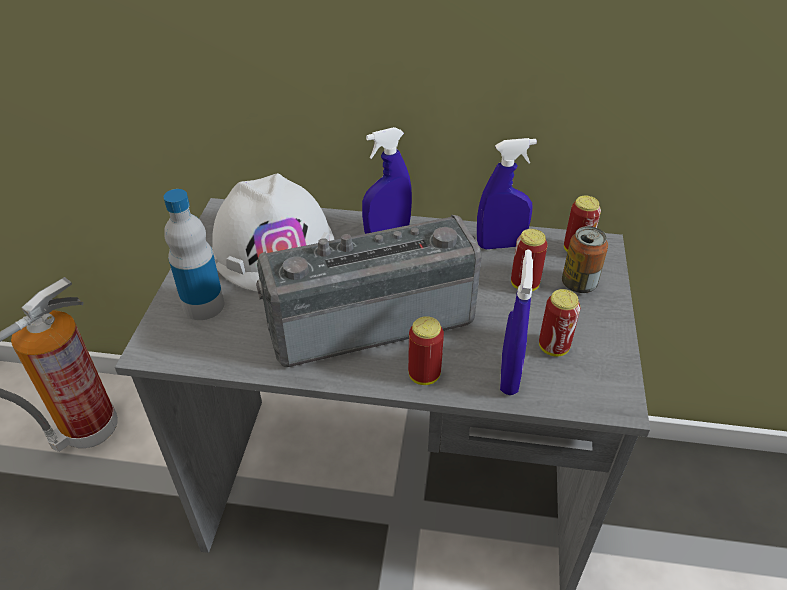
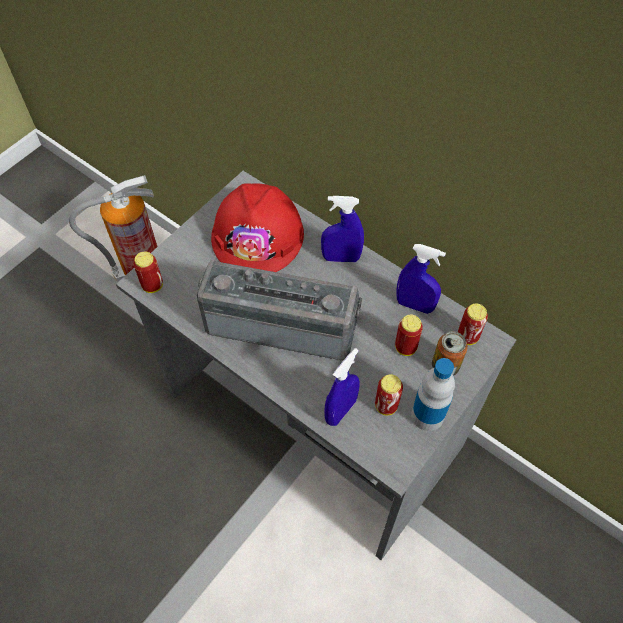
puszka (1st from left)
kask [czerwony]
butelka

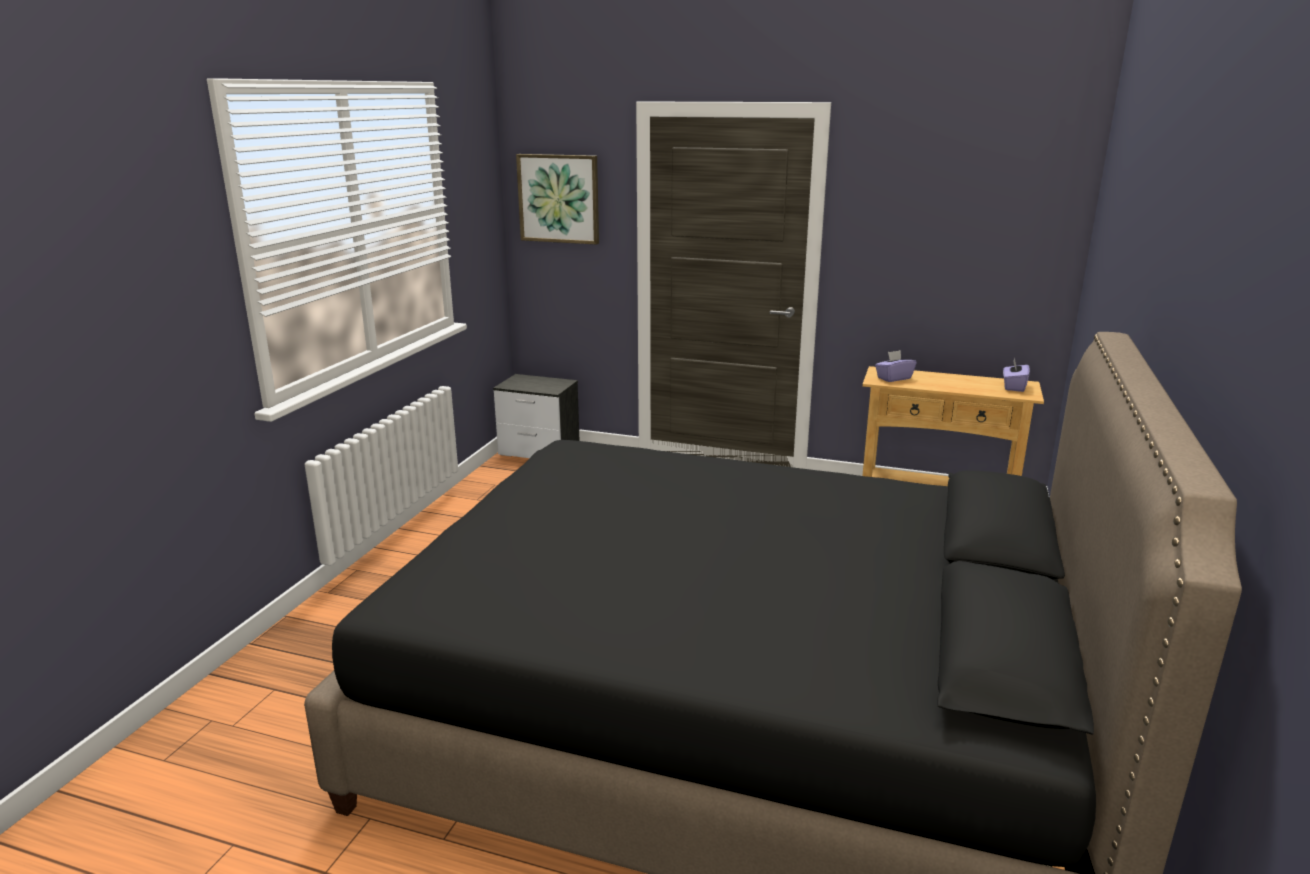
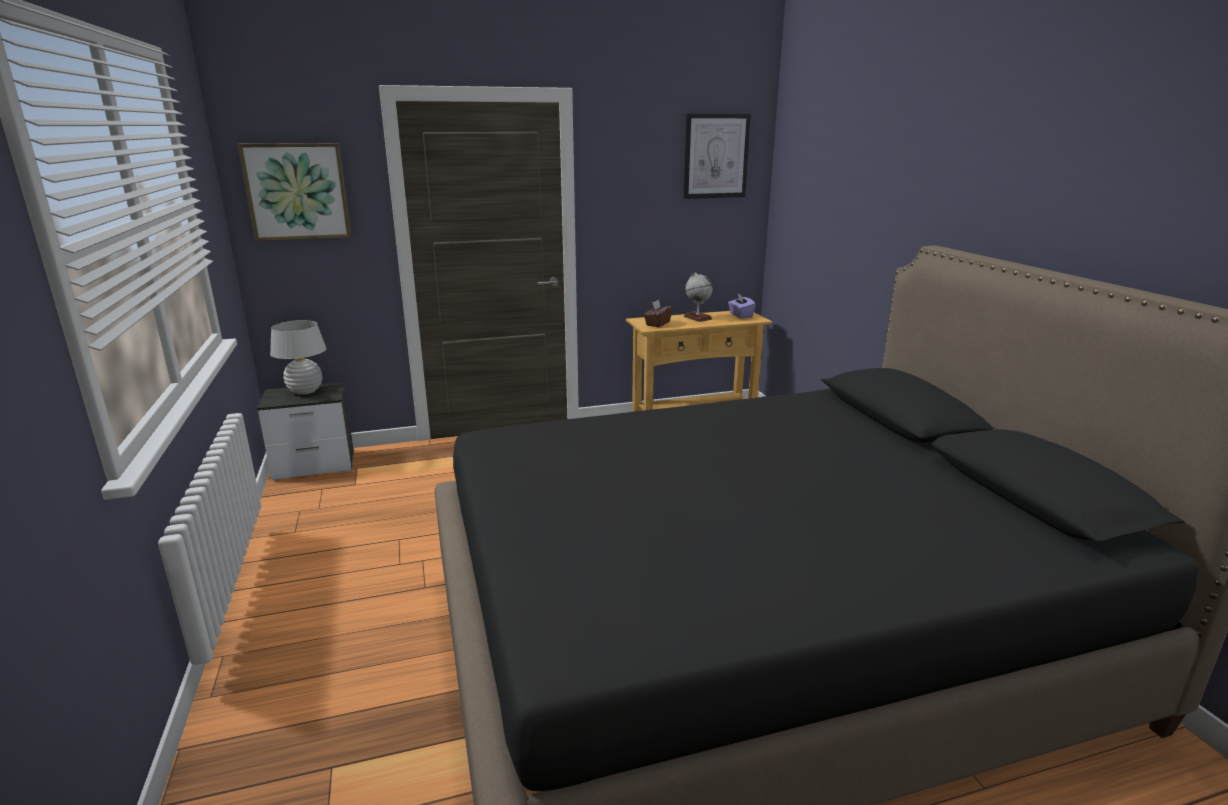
lampa stołowa [biały]
pudełko chusteczek [brązowy]
globus
obraz (2nd from left)

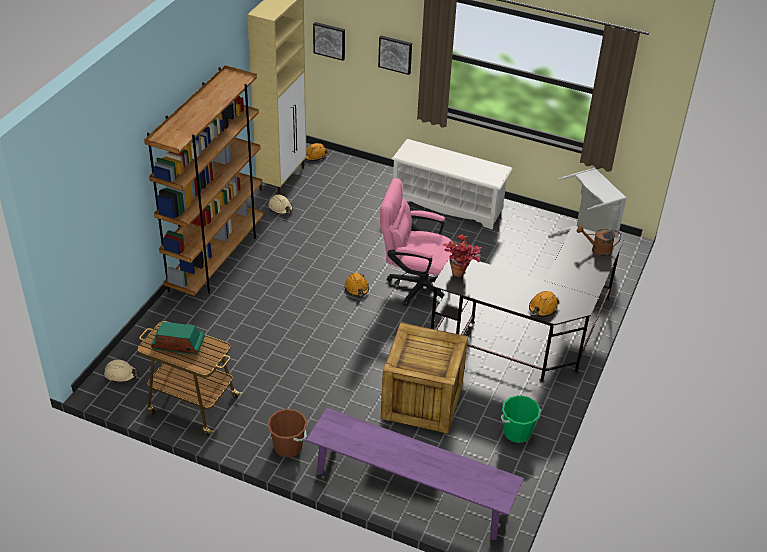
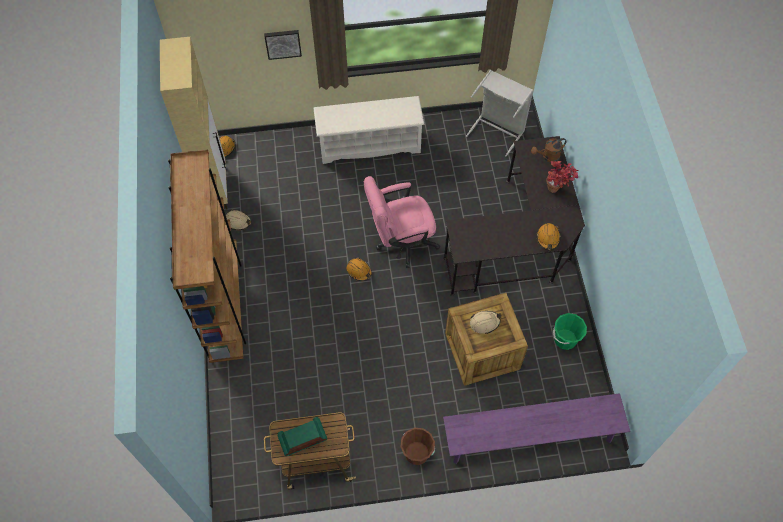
kask [beżowy] (2nd from left)
roślina doniczkowa
obraz (1st from left in the first image)

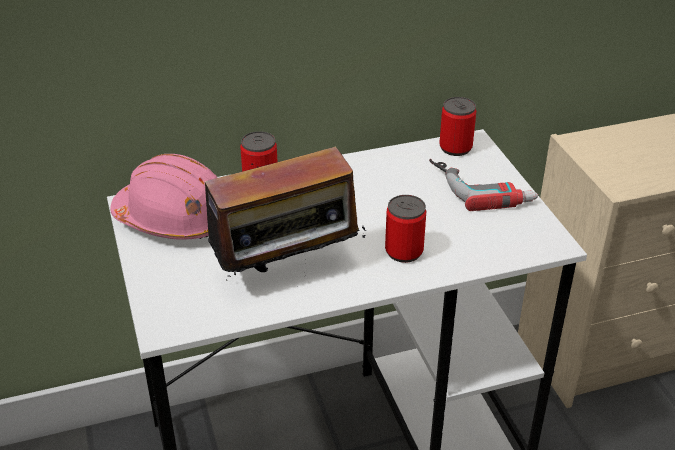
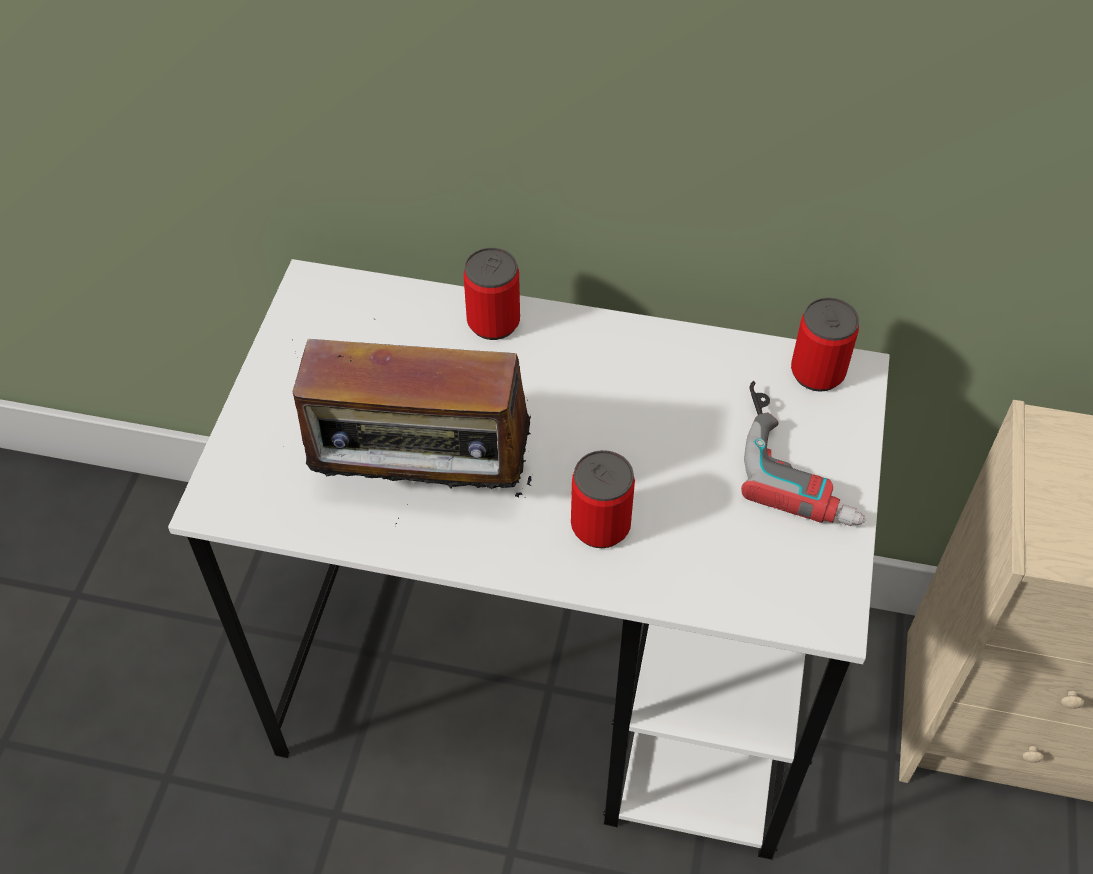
kask [różowy]

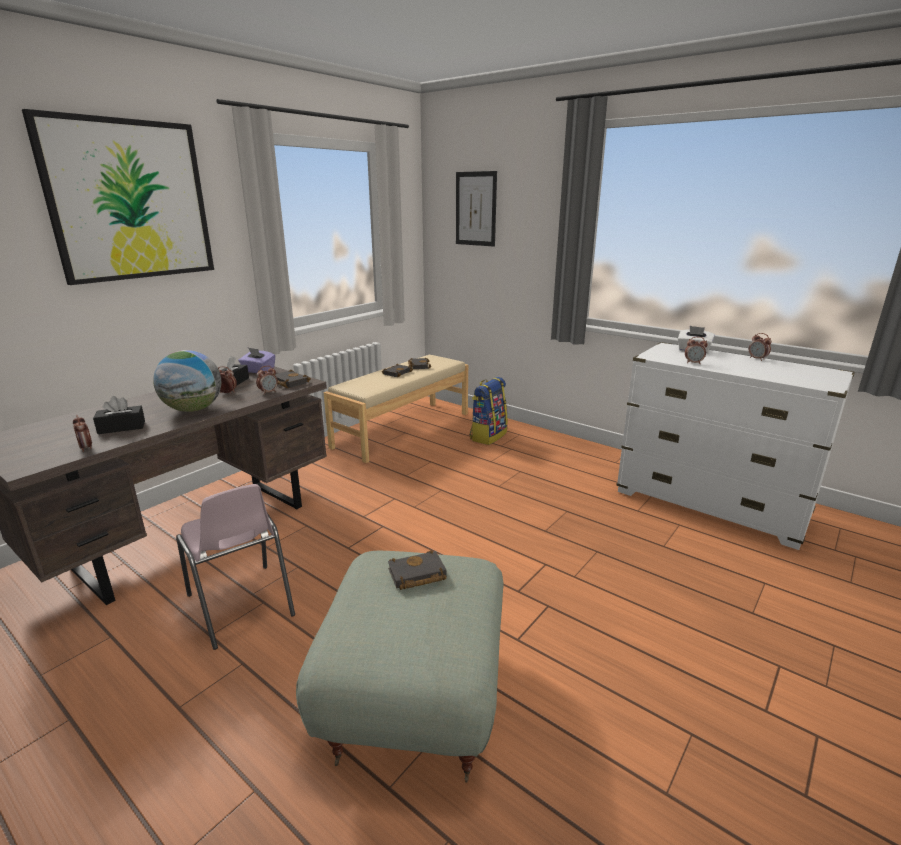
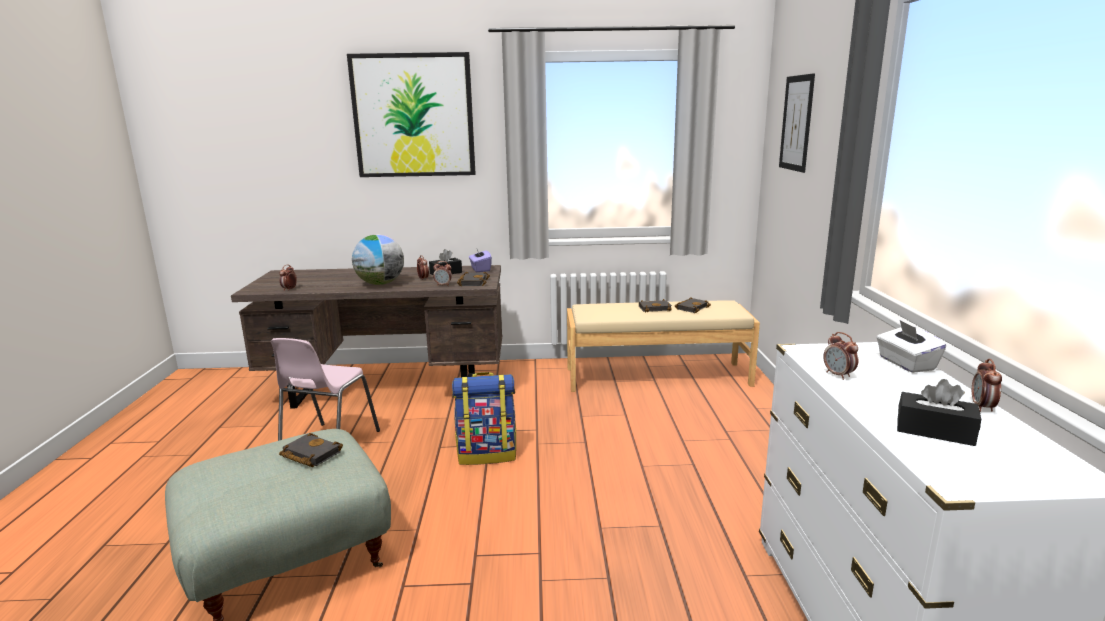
plecak
pudełko chusteczek [czarny] (2nd from left)

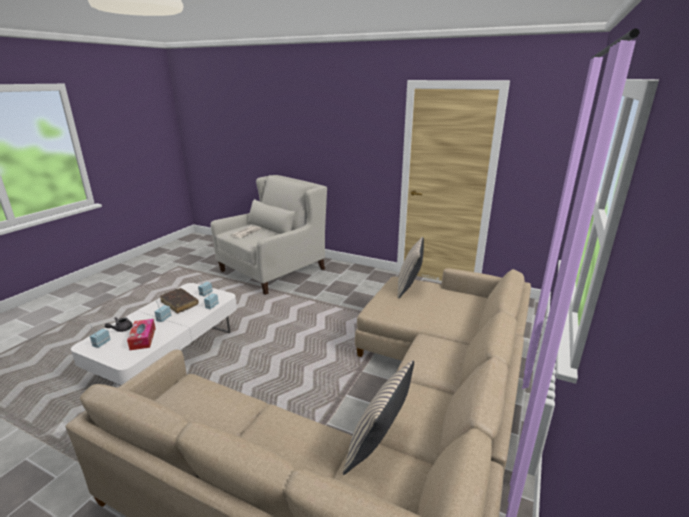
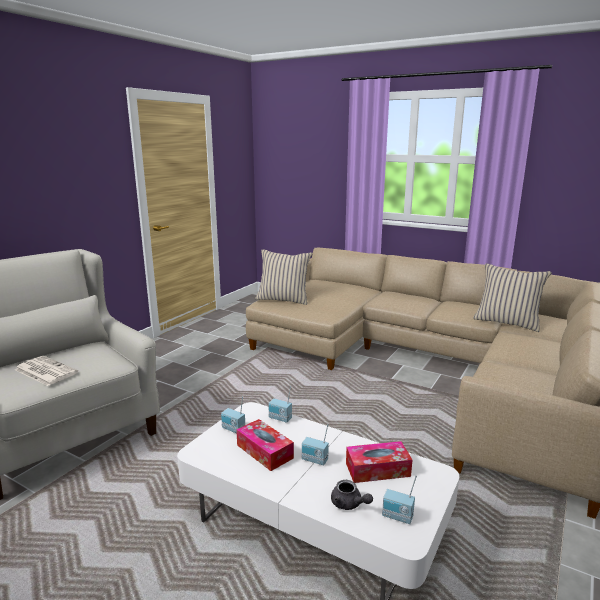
pudełko chusteczek (1st from left)

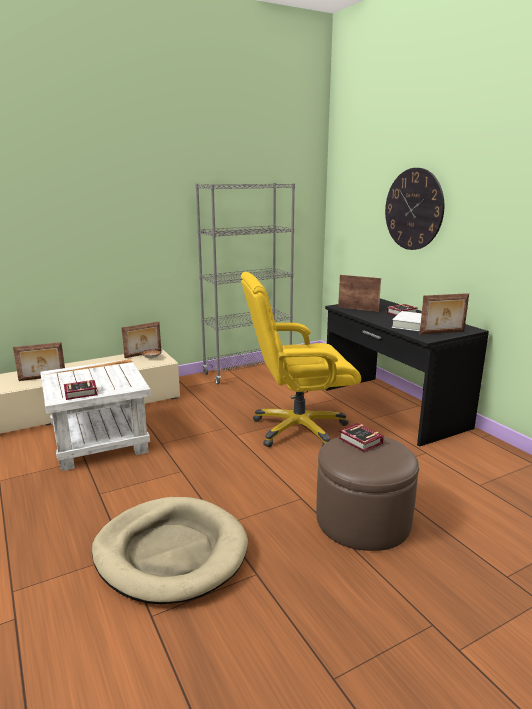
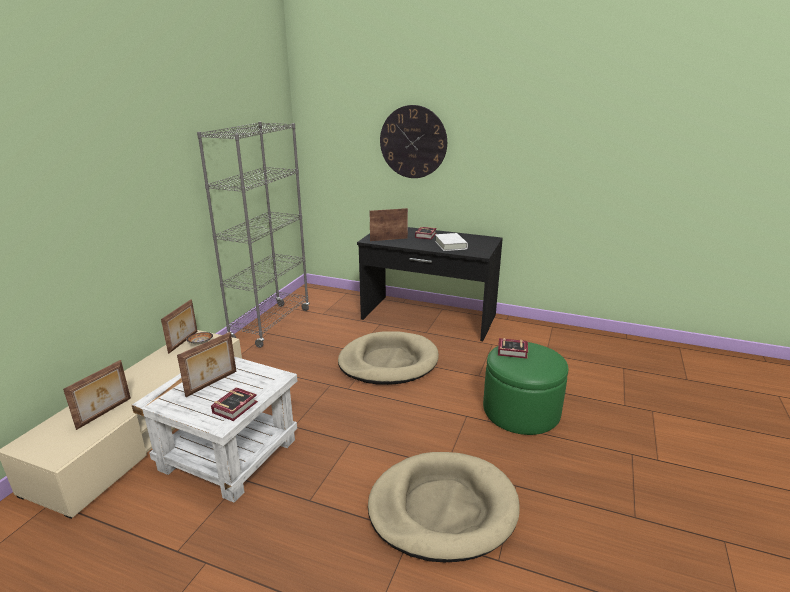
ramka na zdjęcie (3rd from left)
legowisko [beżowy] (1st from left)
pufa [zielony]

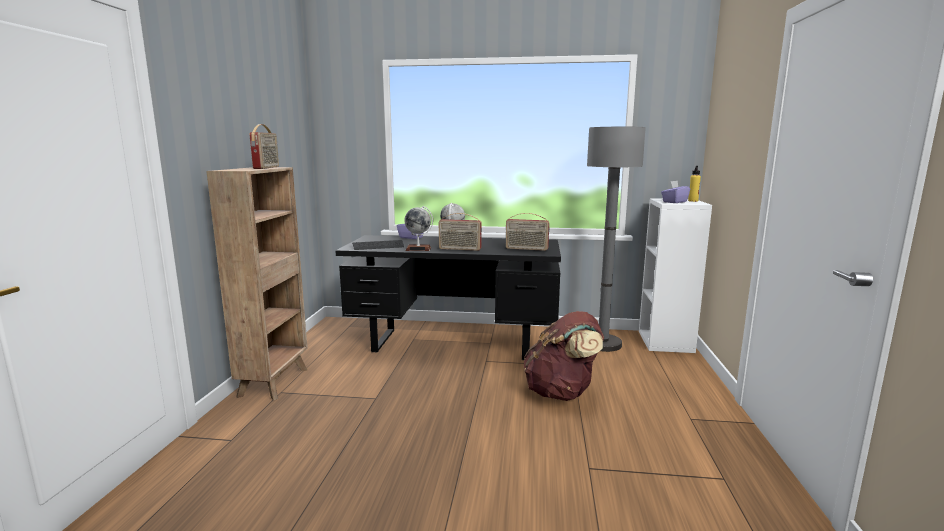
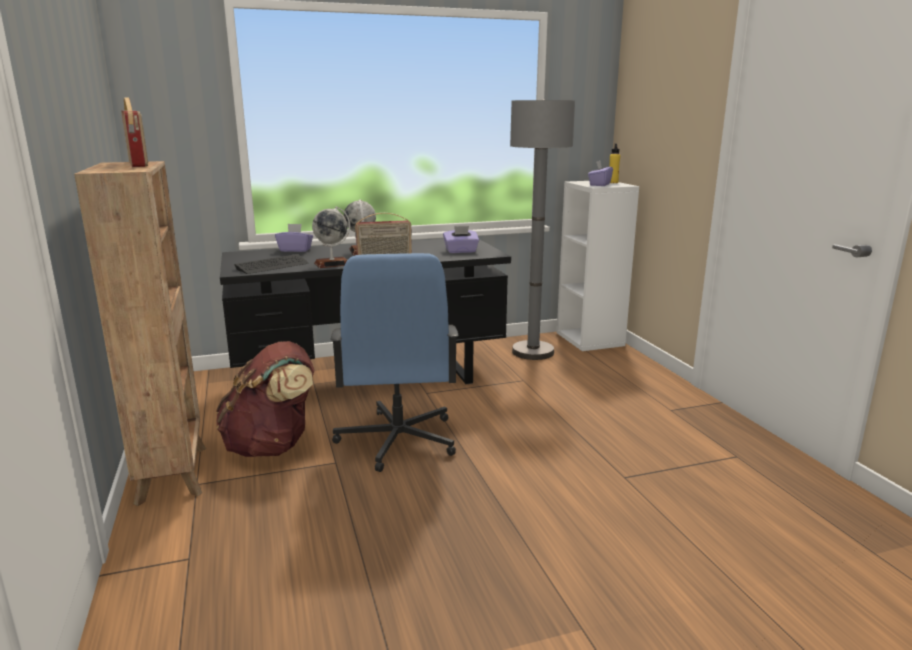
plecak [brązowy]
krzesło biurowe [niebieski]
pudełko chusteczek [fioletowy] (2nd from left)

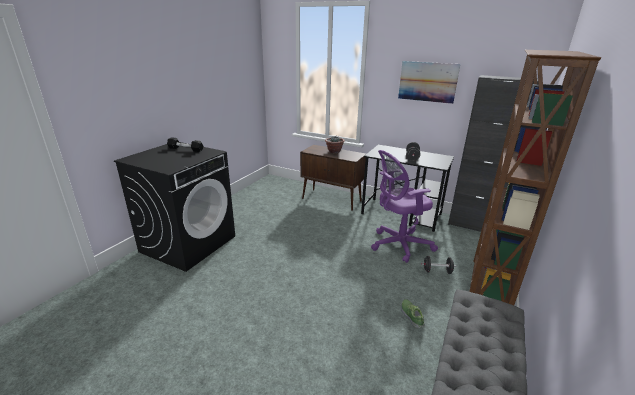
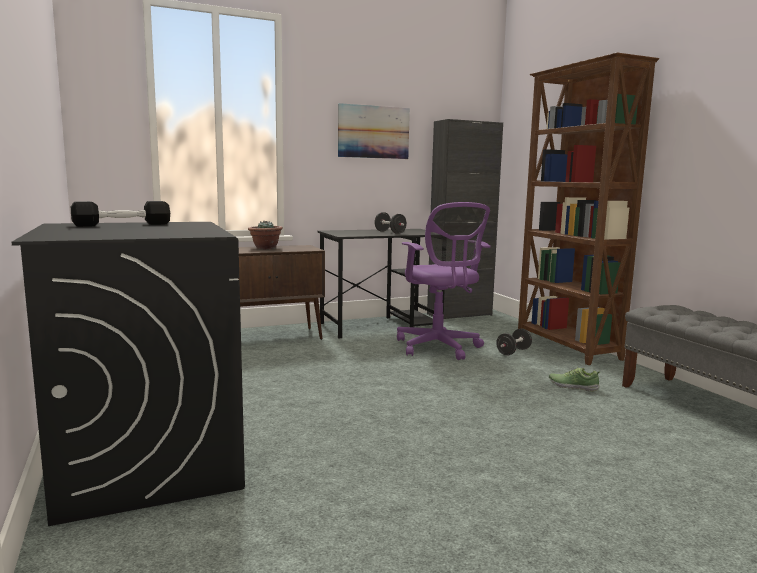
krzesło biurowe [fioletowy]

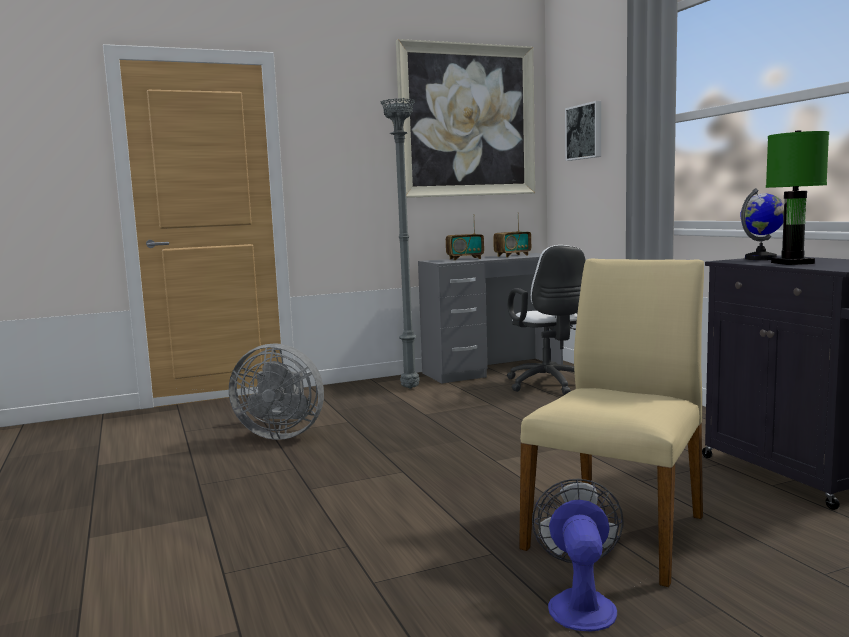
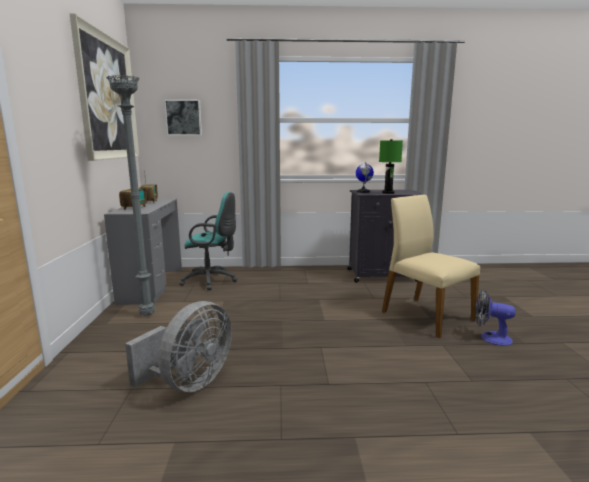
krzesło biurowe [turkusowy]

